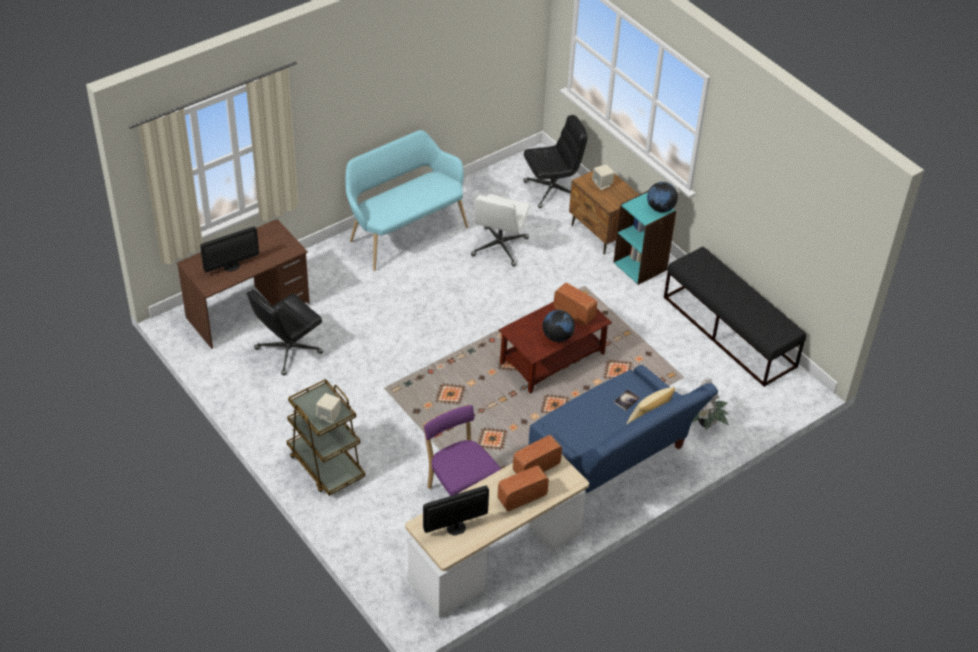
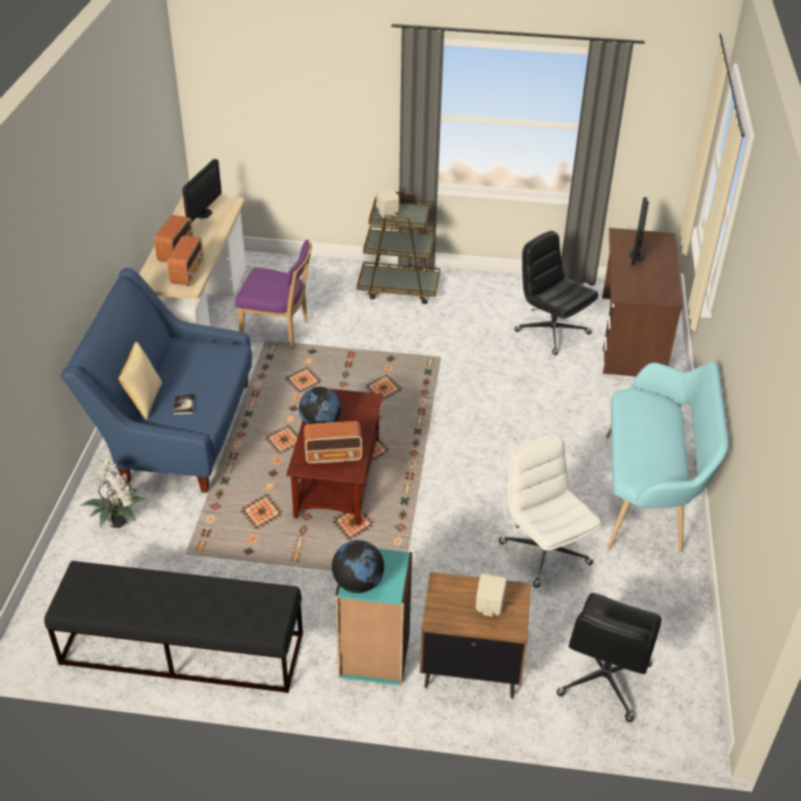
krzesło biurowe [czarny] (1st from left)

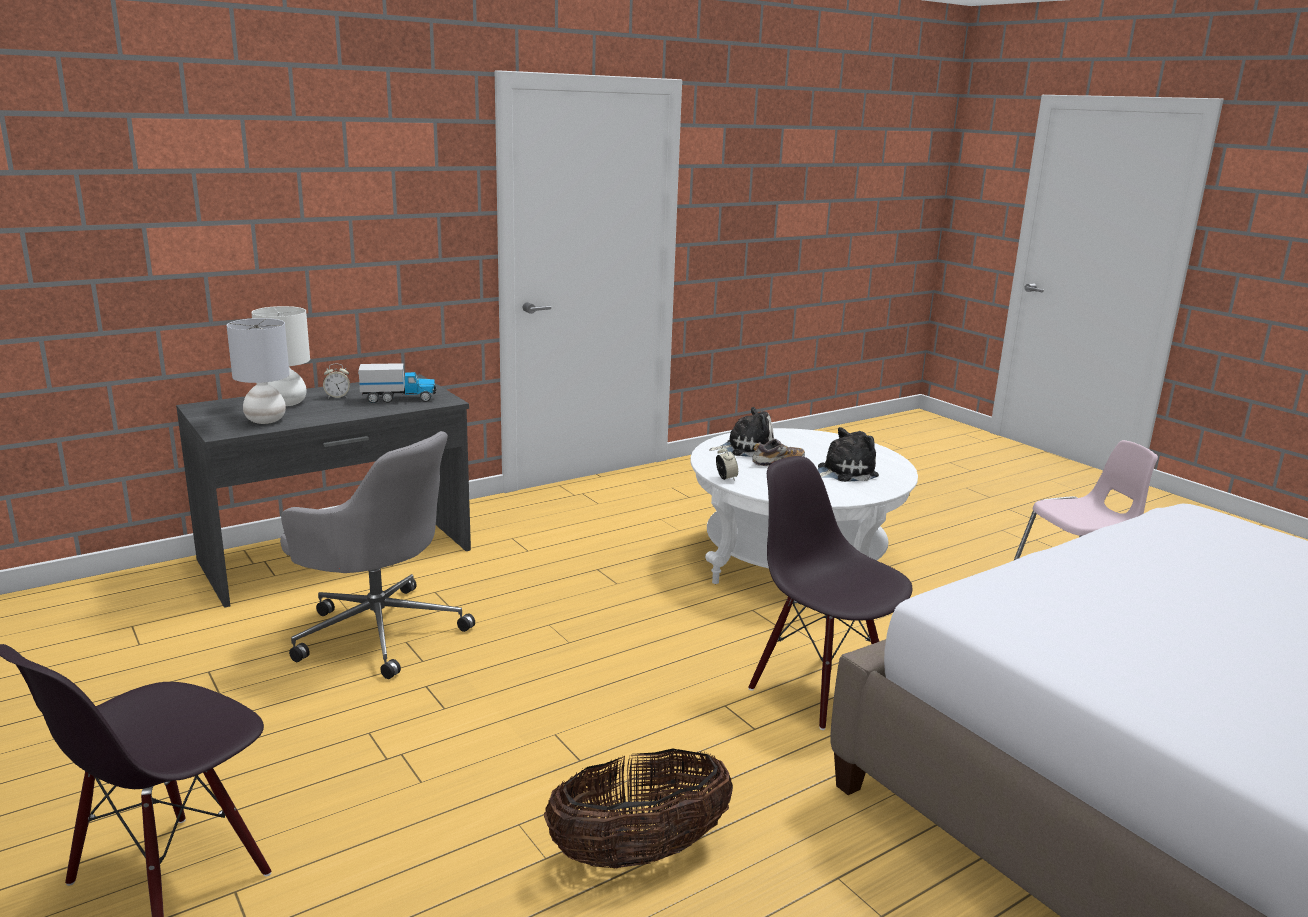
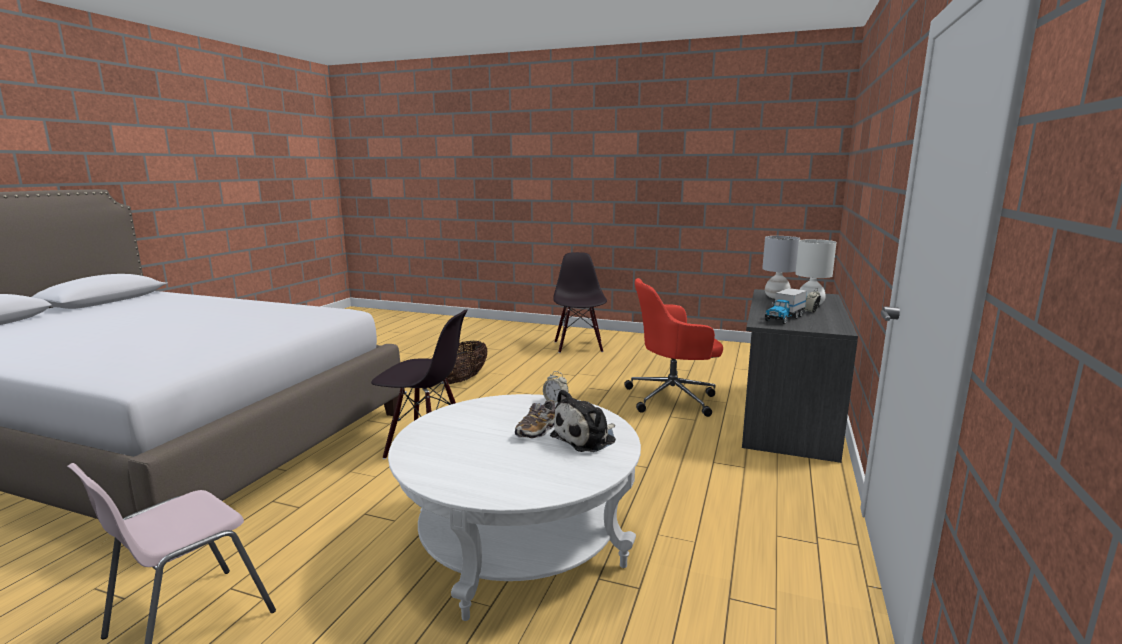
krzesło biurowe [czerwony]
pluszak (2nd from left in the first image)

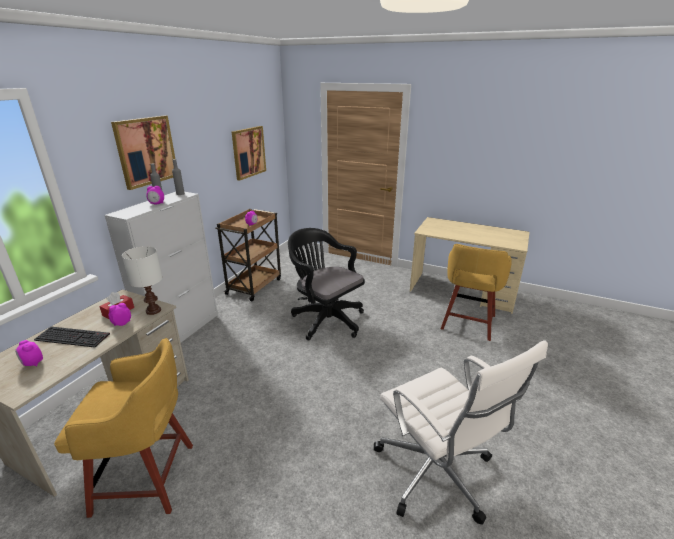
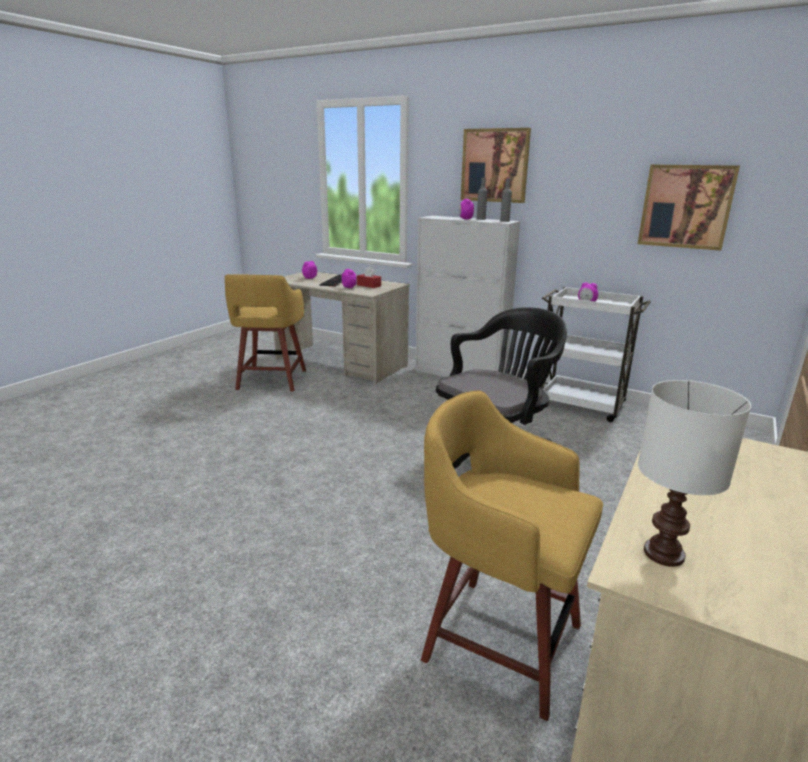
wózek [biały]
lampa stołowa [biały]
krzesło biurowe [biały]

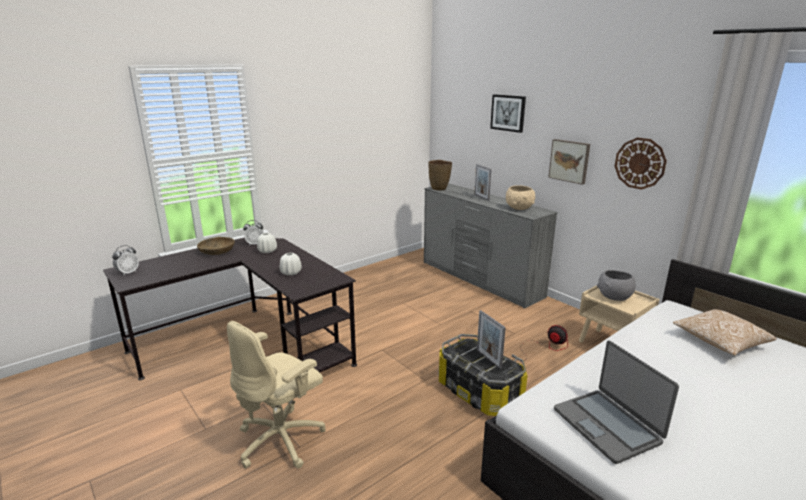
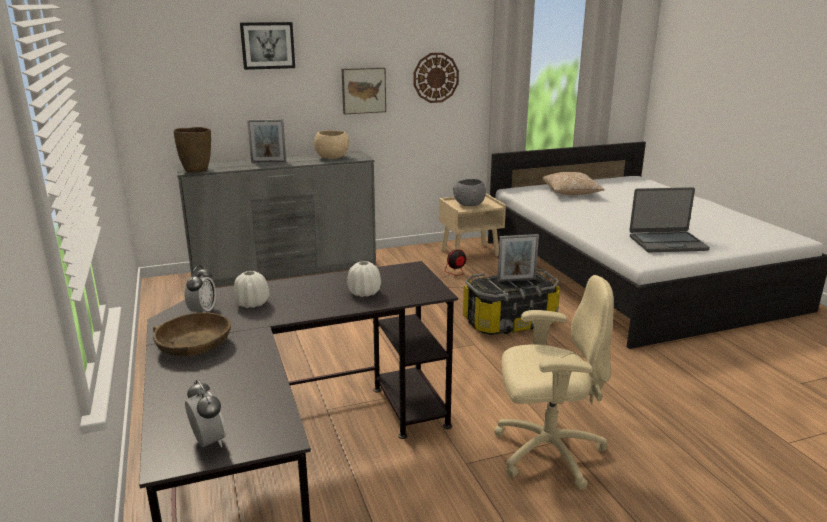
krzesło biurowe [beżowy]

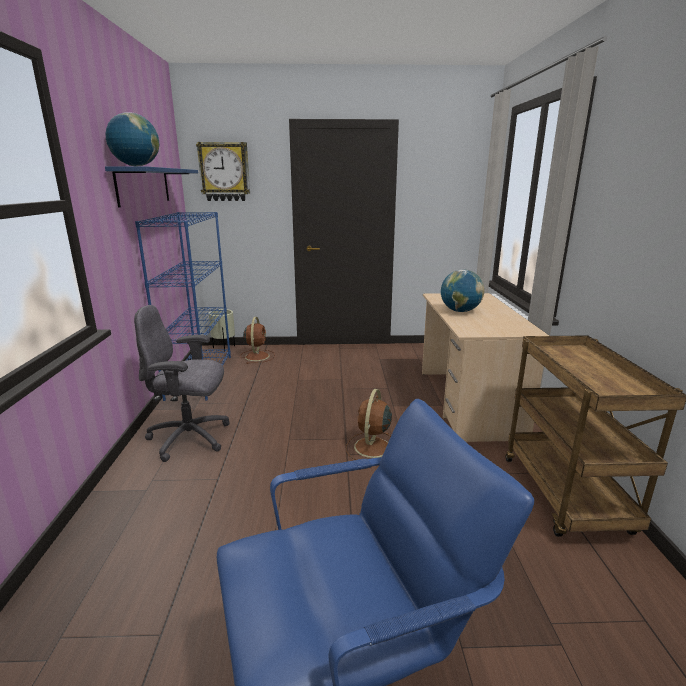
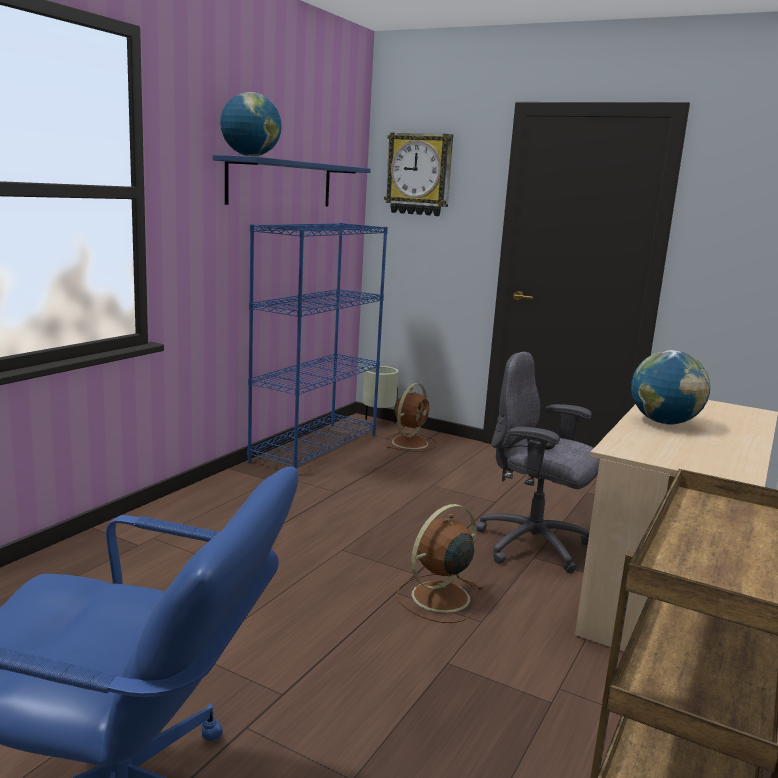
krzesło biurowe [szary]

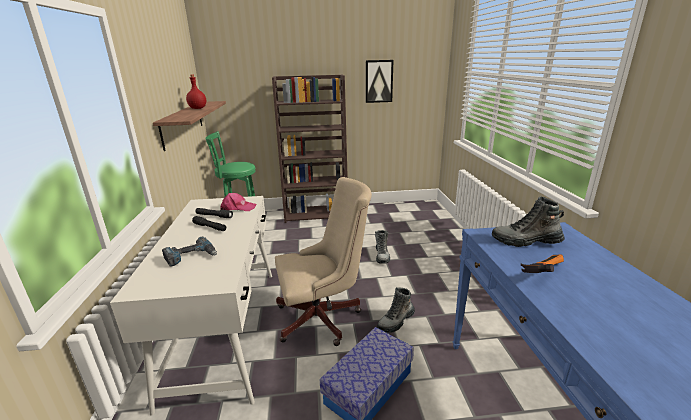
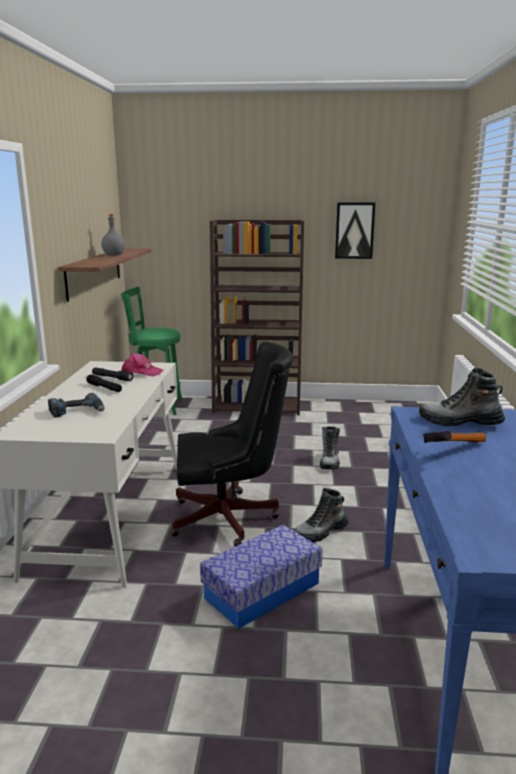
butelka [szary]
krzesło biurowe [czarny]

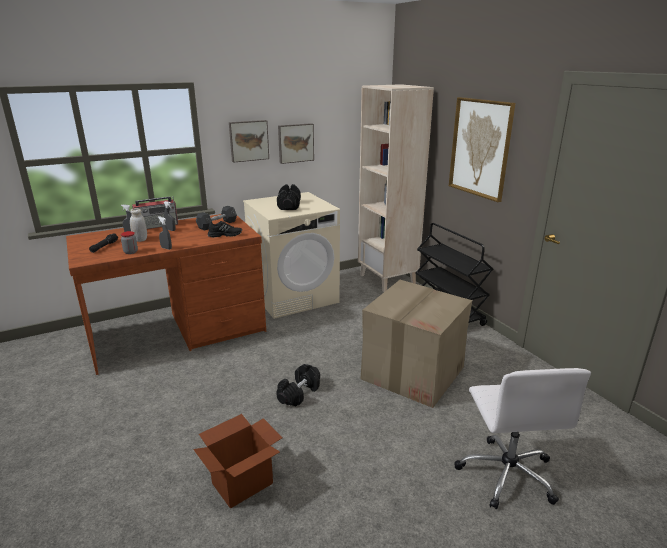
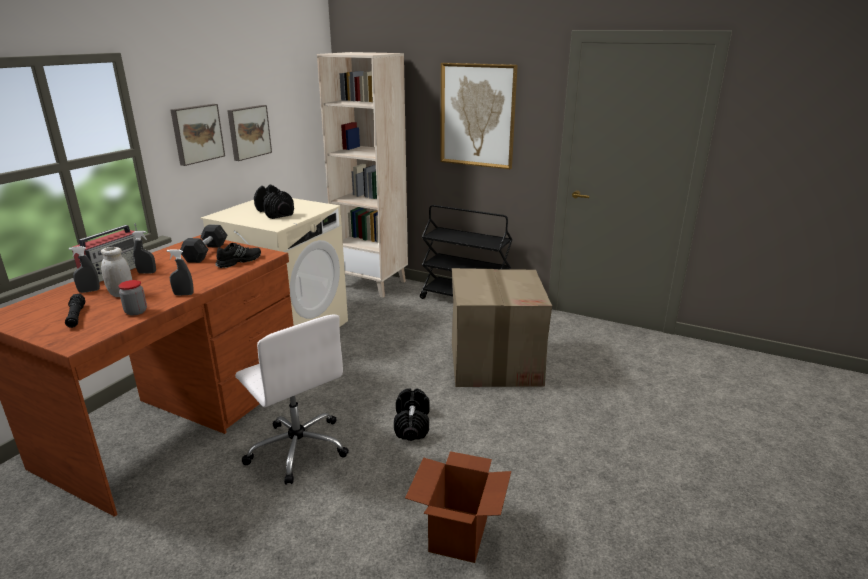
krzesło biurowe [biały]

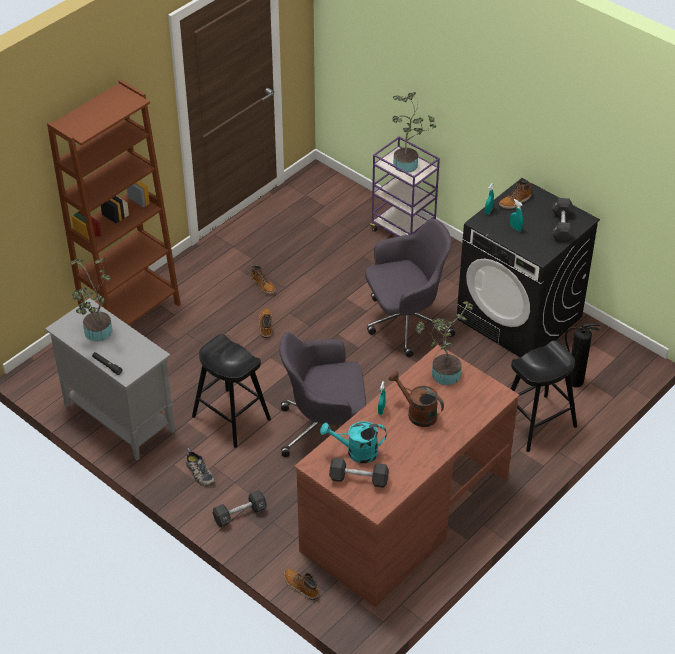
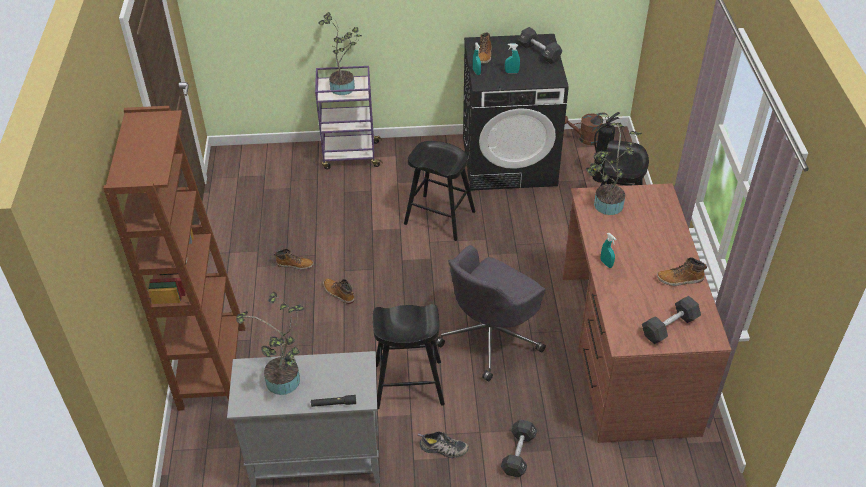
stołek [czarny] (2nd from left)
konewka [brązowy]
but z cholewką (4th from left)
konewka [turkusowy]

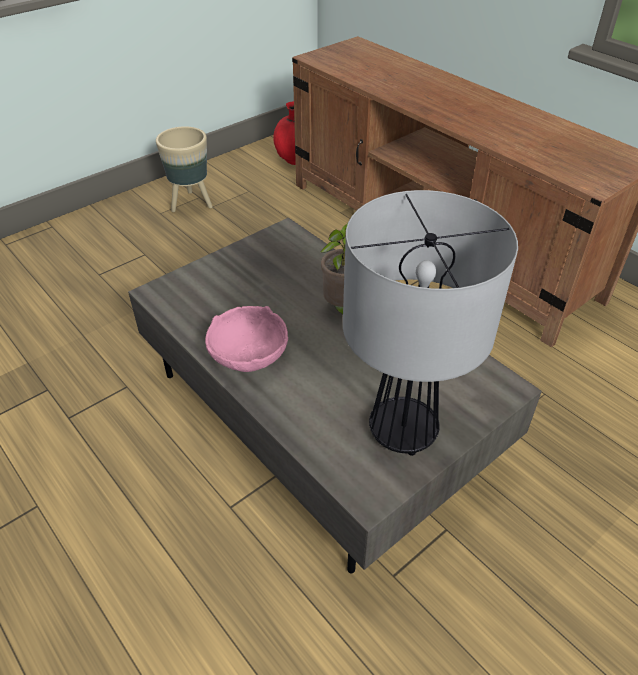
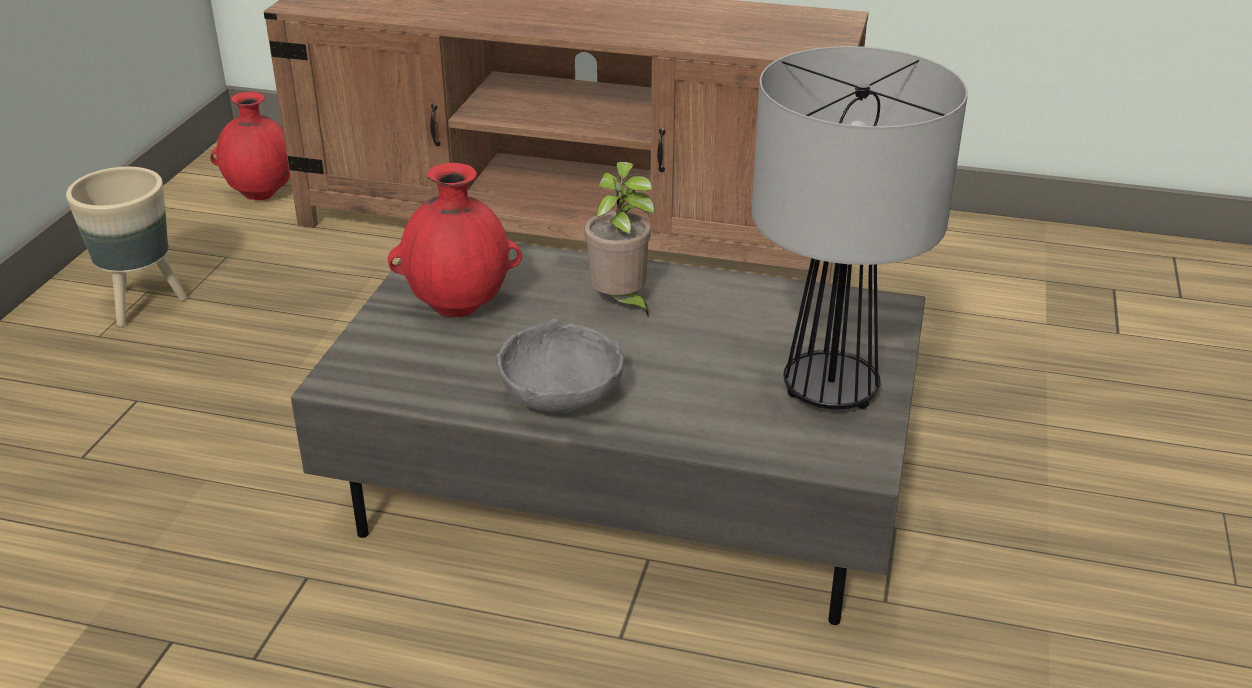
wazon [czerwony] (2nd from left)
miska [szary]

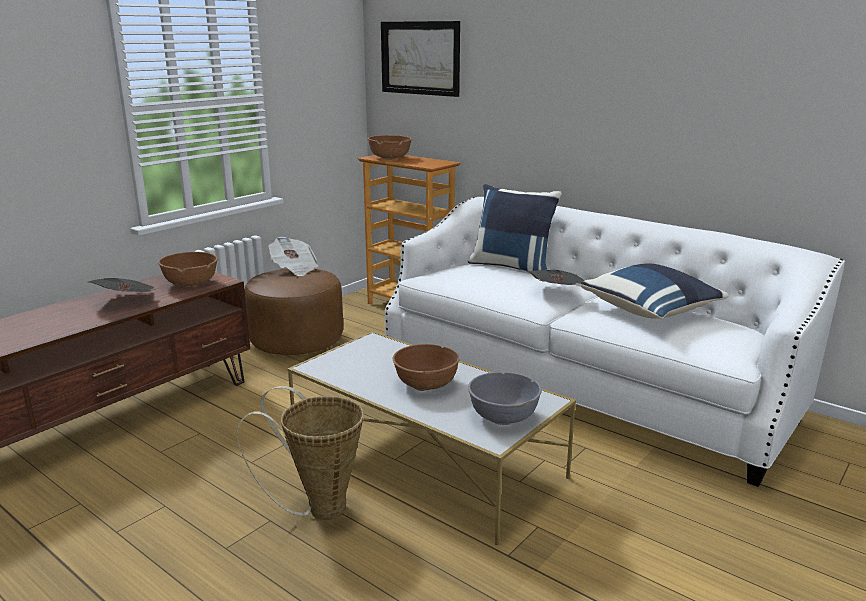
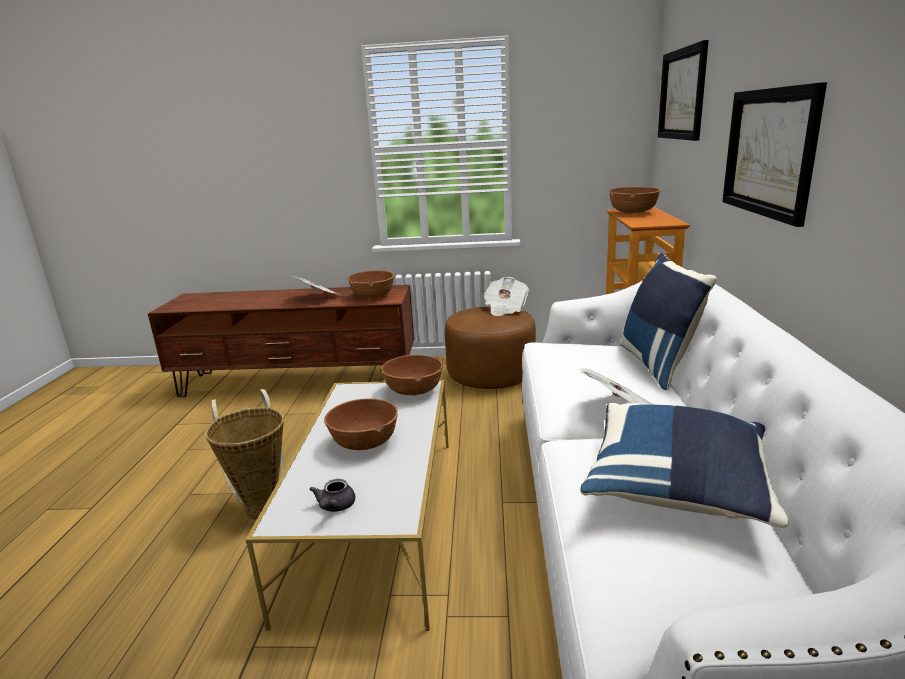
imbryk [szary]
miska [brązowy] (3rd from left)
obraz (2nd from left)

